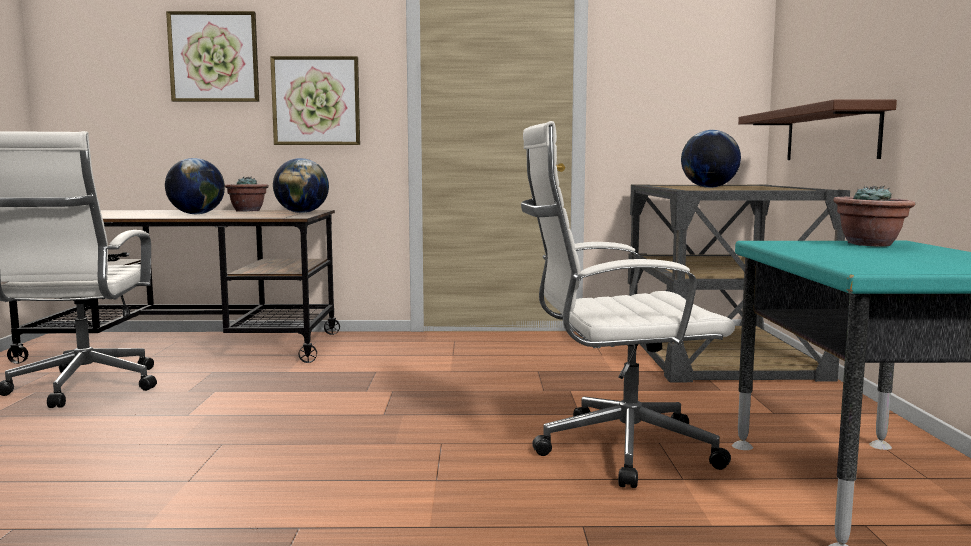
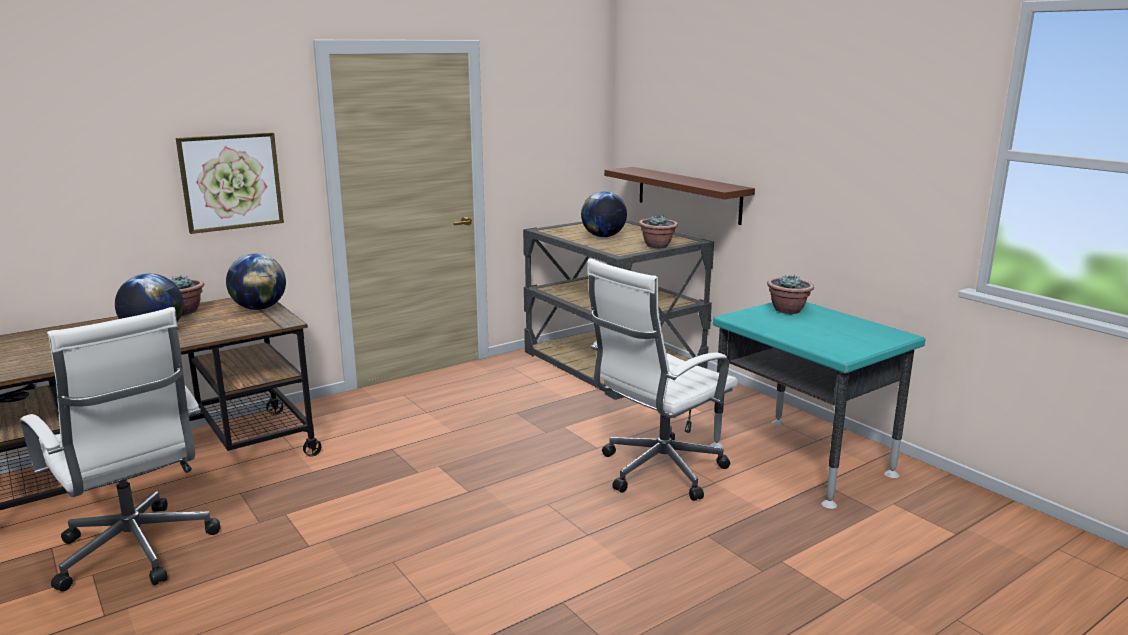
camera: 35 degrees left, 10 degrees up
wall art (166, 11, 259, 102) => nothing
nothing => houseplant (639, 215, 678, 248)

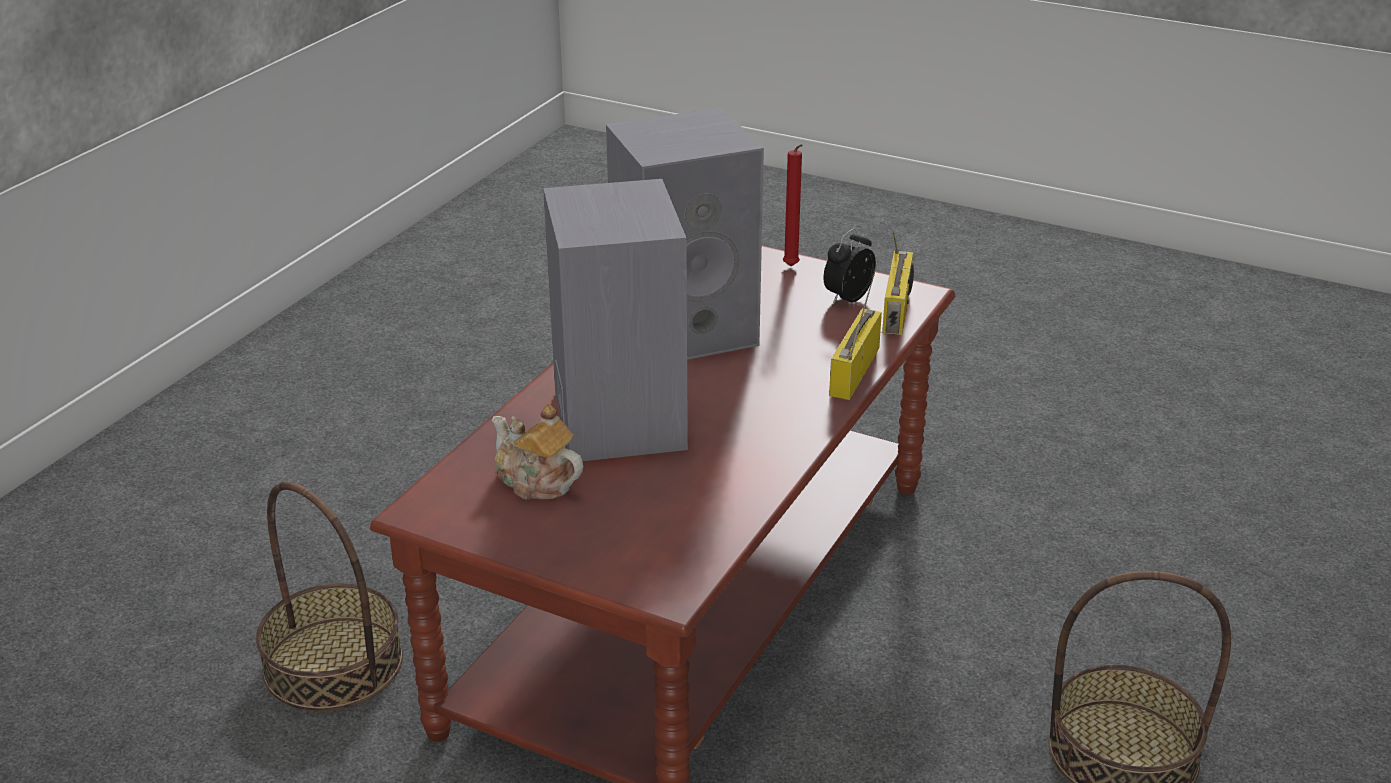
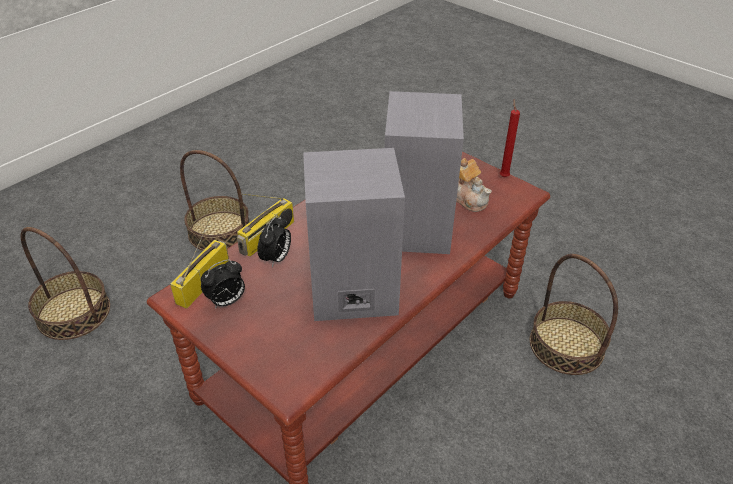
camera: 165 degrees left, 10 degrees up
wax candle (red) (783, 144, 802, 266) => wax candle (red) (500, 99, 520, 177), shifted
nothing => bedside clock (257, 215, 291, 268)
nothing => storage basket (21, 227, 110, 340)

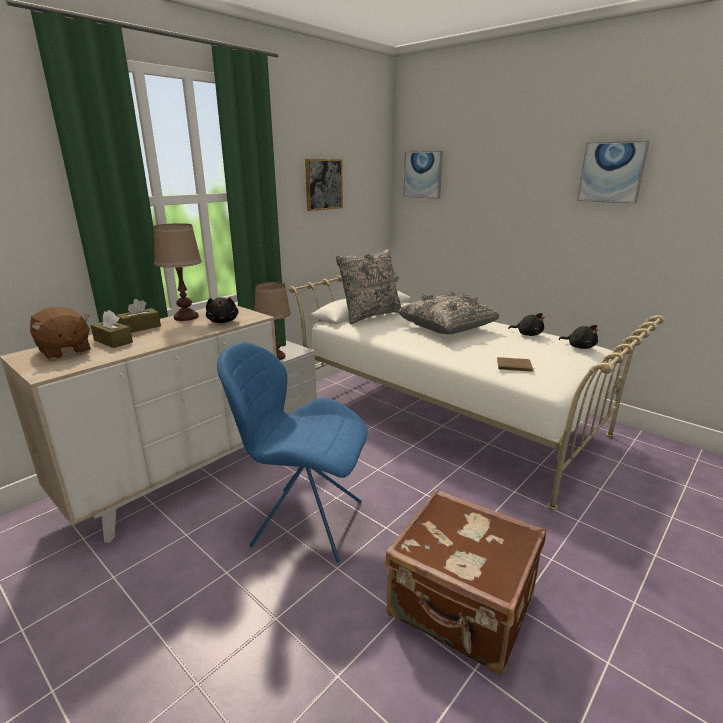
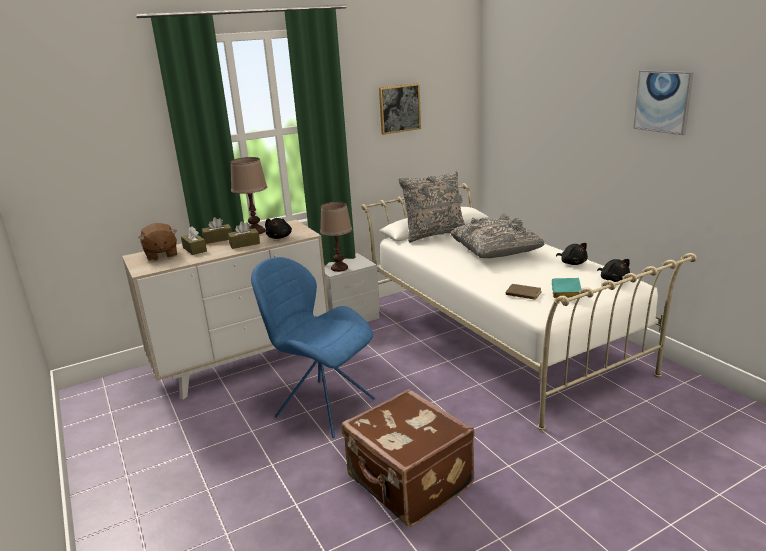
camera: 20 degrees right, 0 degrees up
wall art (404, 151, 443, 199) => nothing
nothing => tissue holder (brownish) (228, 221, 260, 249)
nothing => volume (turquoise) (552, 278, 582, 298)

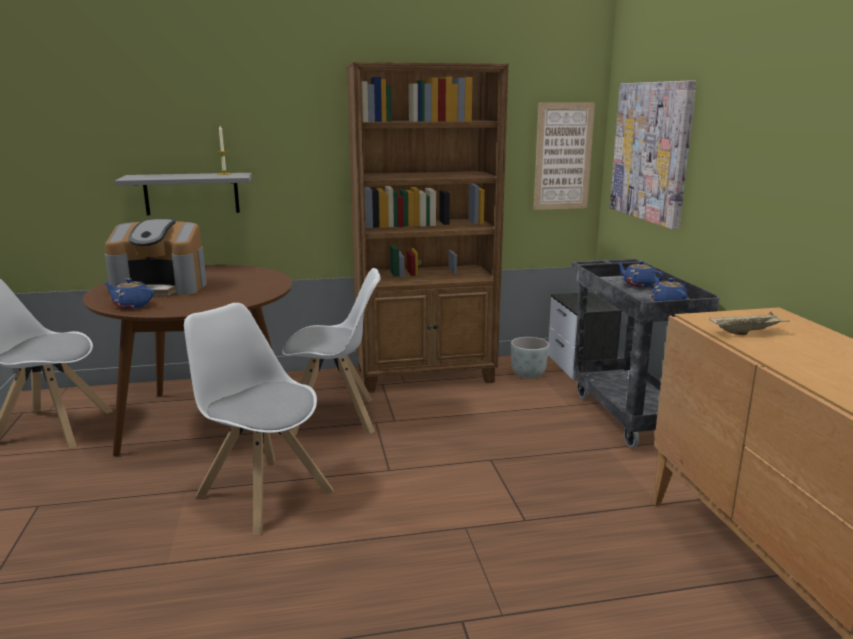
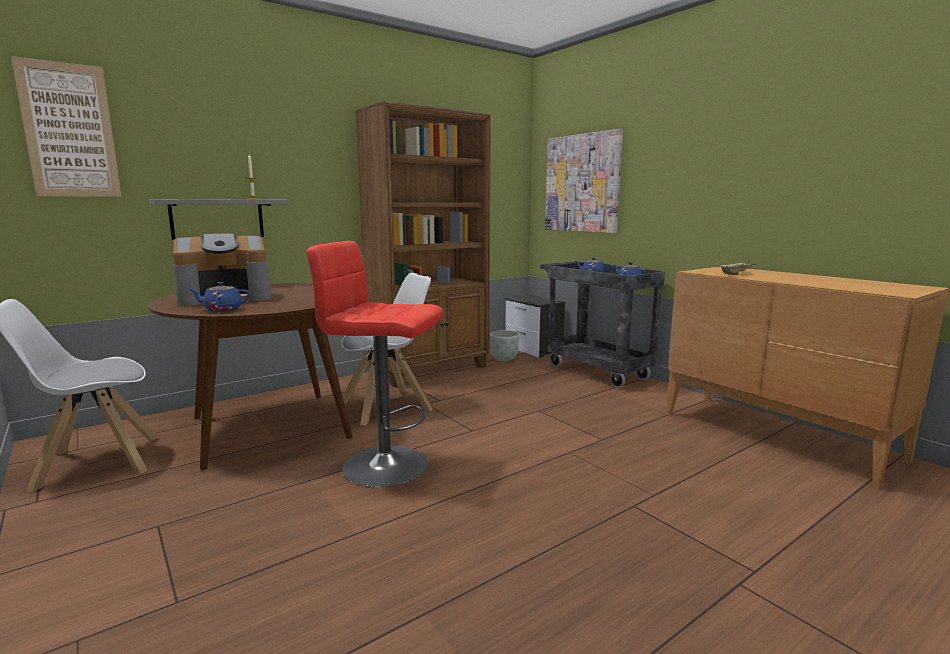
camera: 25 degrees left, 5 degrees down
wall art (534, 102, 595, 210) => wall art (11, 56, 122, 197), shifted
chair (184, 303, 334, 535) => stool (red) (306, 241, 443, 487)

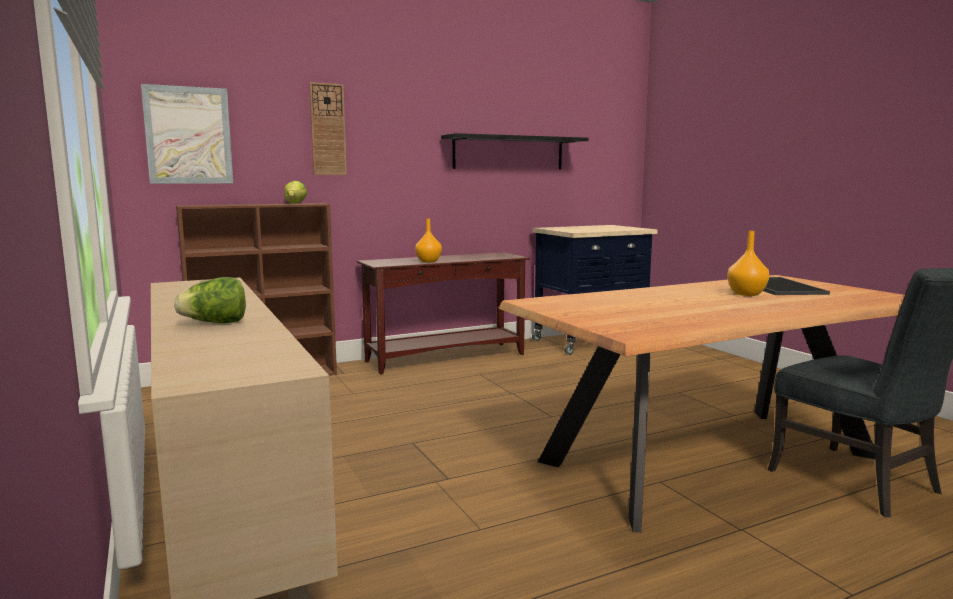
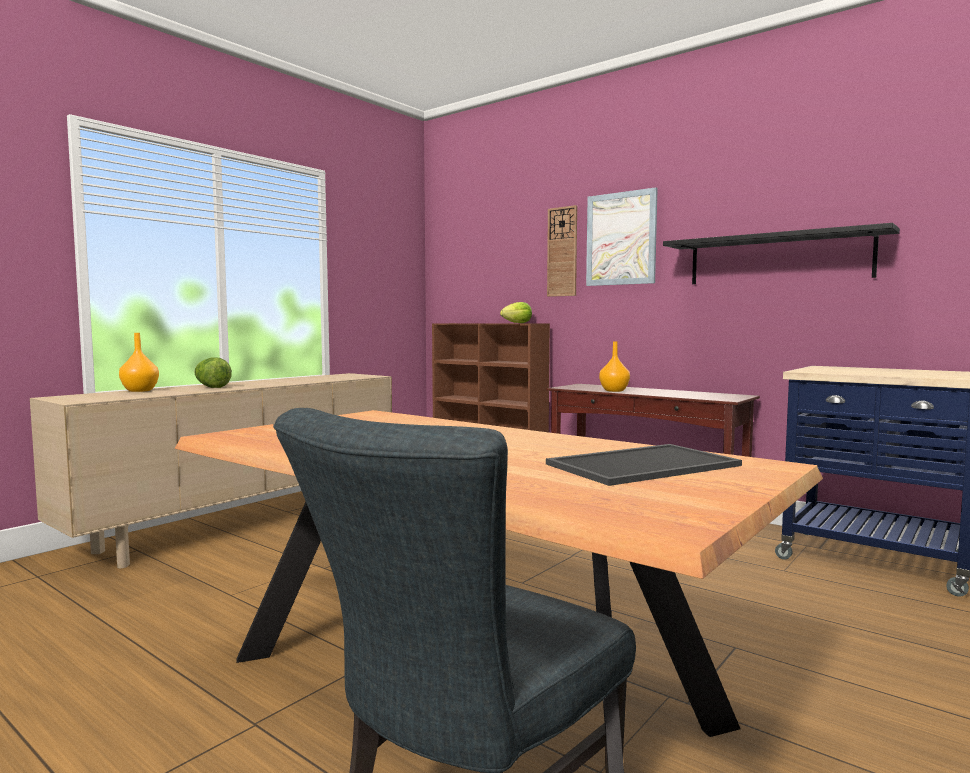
camera: 65 degrees right, 5 degrees down
wall art (141, 84, 233, 184) => wall art (586, 187, 658, 286), shifted
flower vase (orange-coloured) (727, 231, 769, 296) => flower vase (orange-coloured) (119, 333, 159, 392), shifted

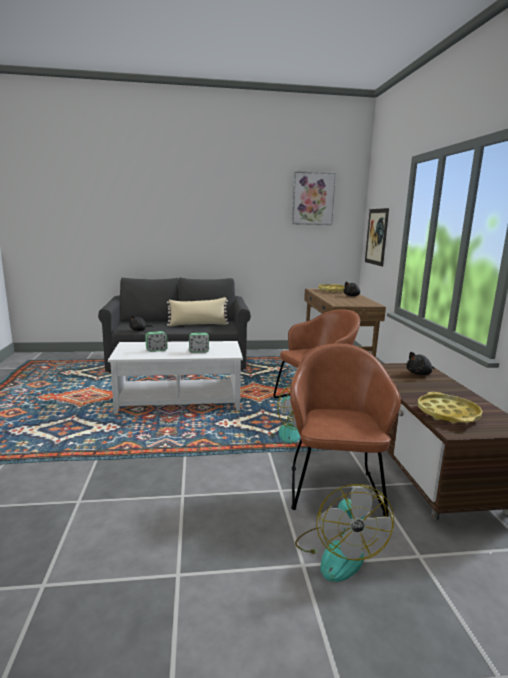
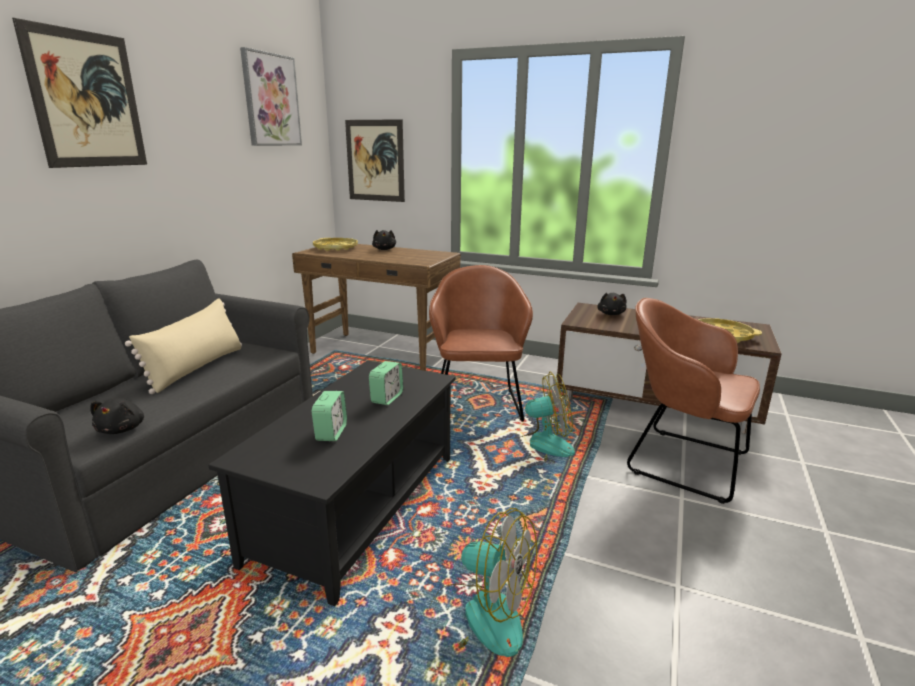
camera: 60 degrees left, 5 degrees up
coffee table (whitish) (108, 341, 243, 414) => coffee table (black) (208, 361, 455, 606)
cooling fan (295, 484, 394, 582) => cooling fan (428, 508, 537, 657), shifted
nothing => wall art (12, 18, 147, 168)

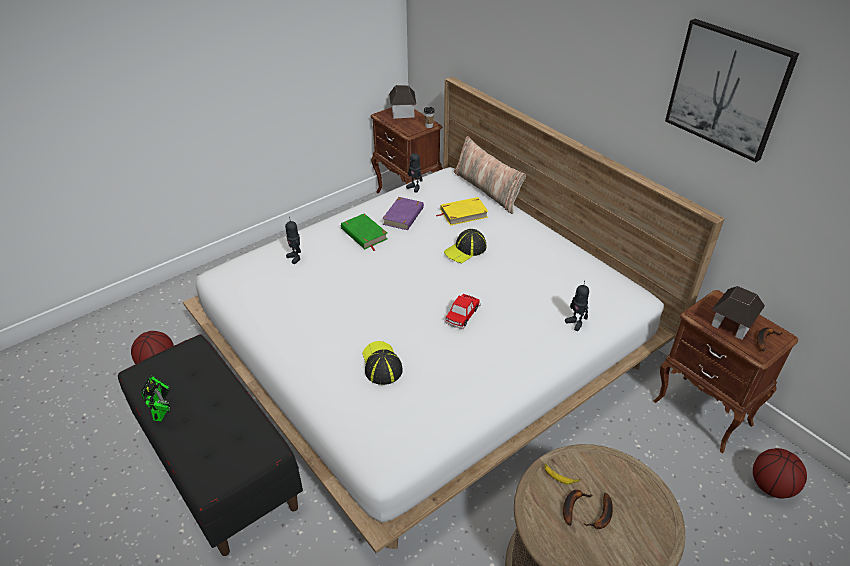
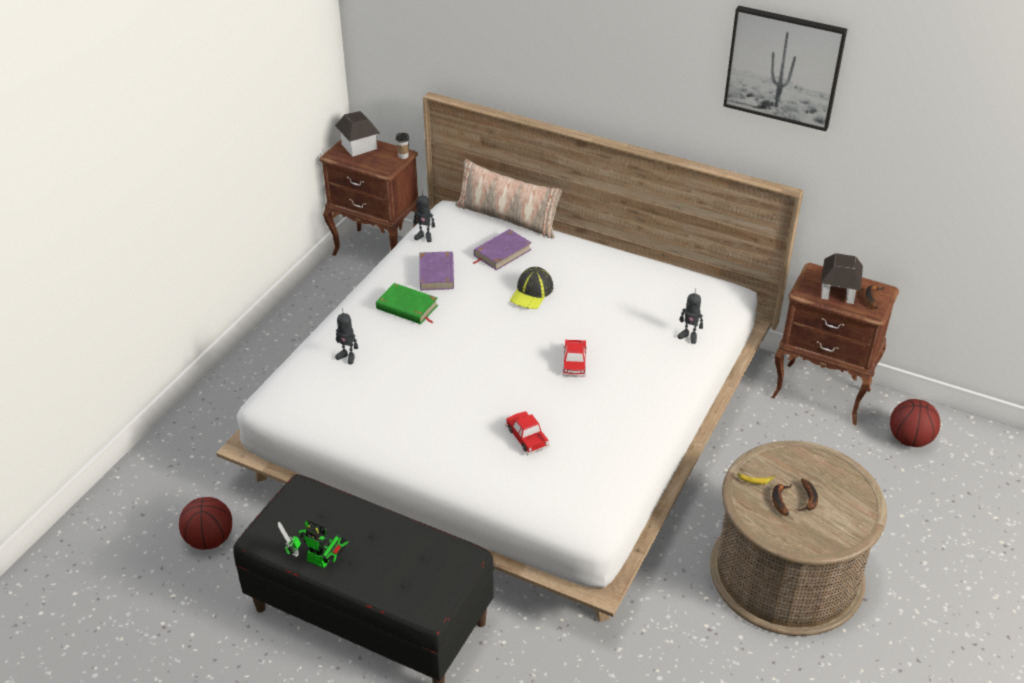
camera: 25 degrees left, 0 degrees up
volume (yellowish) (436, 197, 488, 226) => volume (purple) (473, 229, 532, 270)
peaked cap (362, 341, 403, 385) => miniature car (505, 411, 550, 455)
robot figure (141, 375, 171, 421) => robot figure (278, 520, 349, 568), 135 degrees clockwise

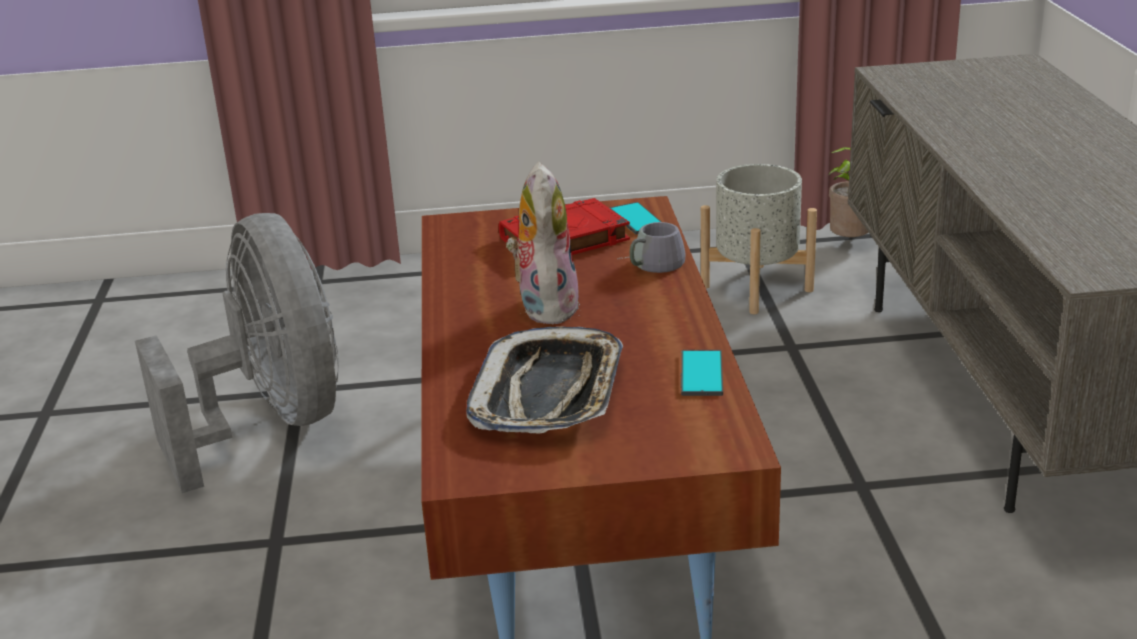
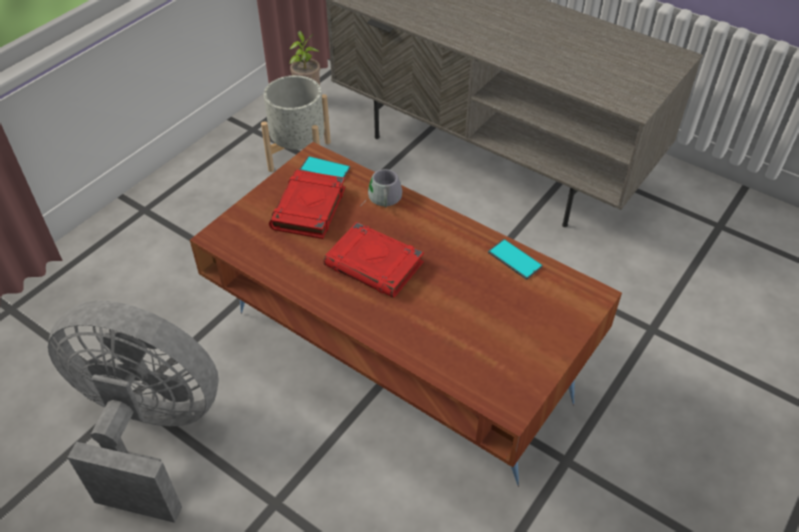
camera: 50 degrees left, 20 degrees up
soft toy (506, 162, 580, 324) => volume (red) (324, 222, 424, 298)
carrying tray (466, 326, 623, 434) => nothing

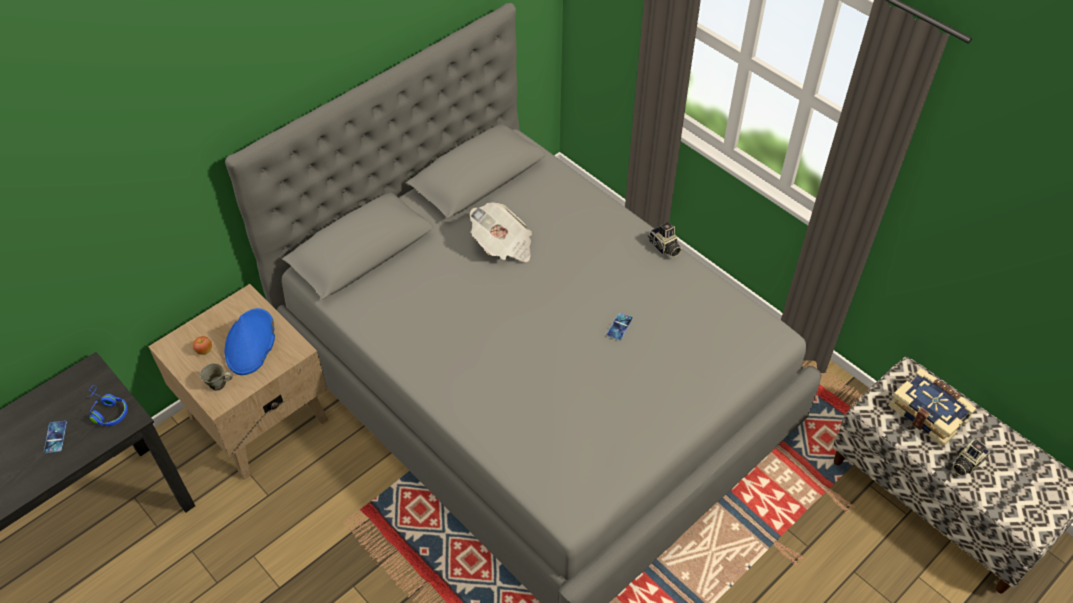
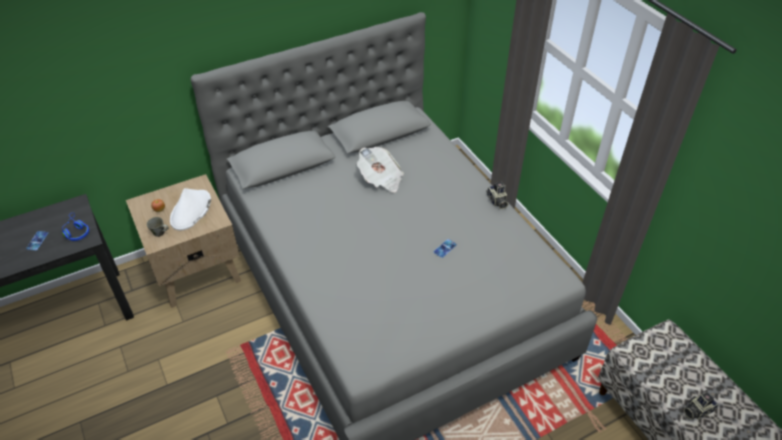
camera: 15 degrees right, 5 degrees down
clothing hat (bluish) (225, 308, 275, 375) => clothing hat (whitish) (170, 188, 211, 230)
volume (888, 368, 976, 447) => nothing

